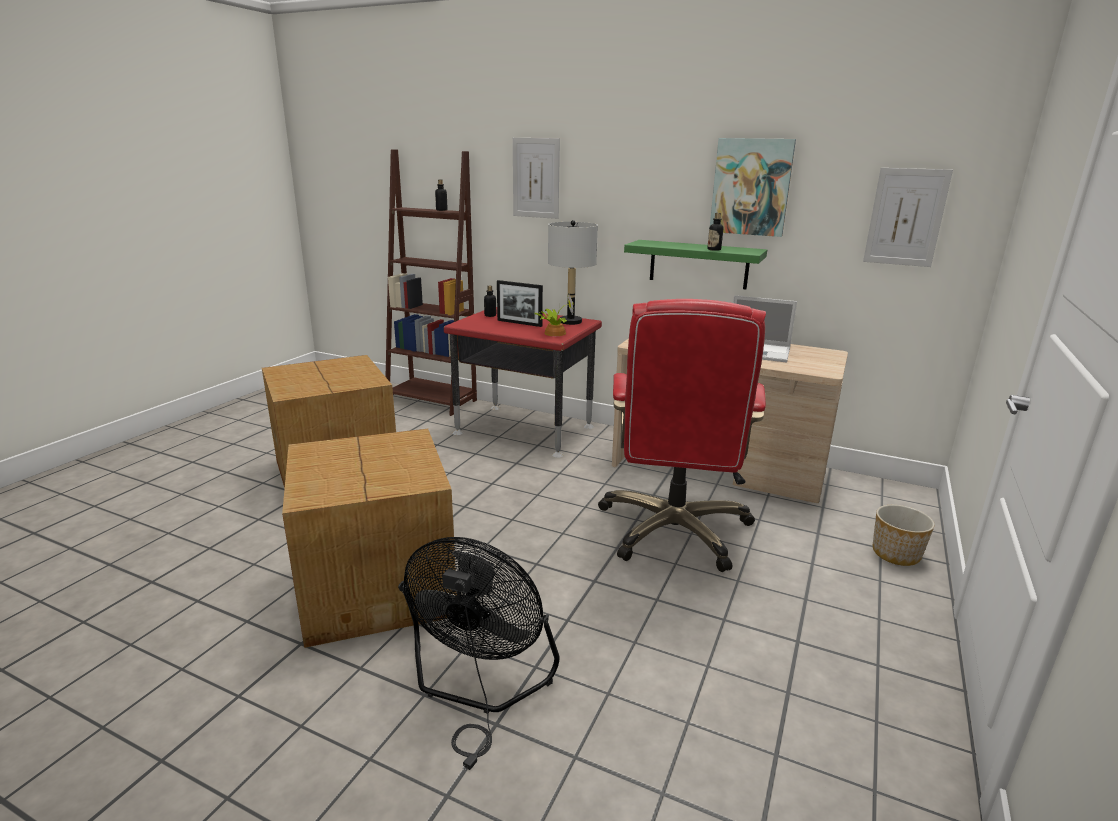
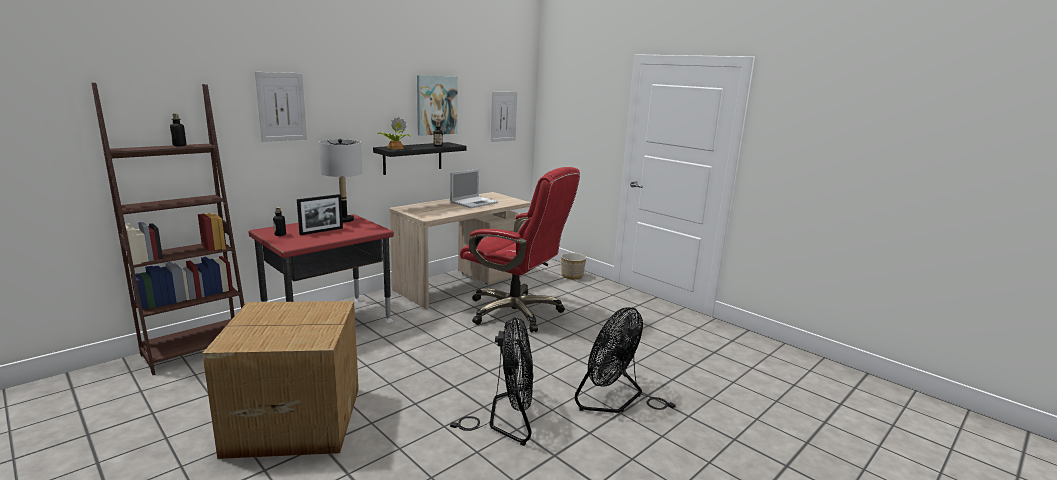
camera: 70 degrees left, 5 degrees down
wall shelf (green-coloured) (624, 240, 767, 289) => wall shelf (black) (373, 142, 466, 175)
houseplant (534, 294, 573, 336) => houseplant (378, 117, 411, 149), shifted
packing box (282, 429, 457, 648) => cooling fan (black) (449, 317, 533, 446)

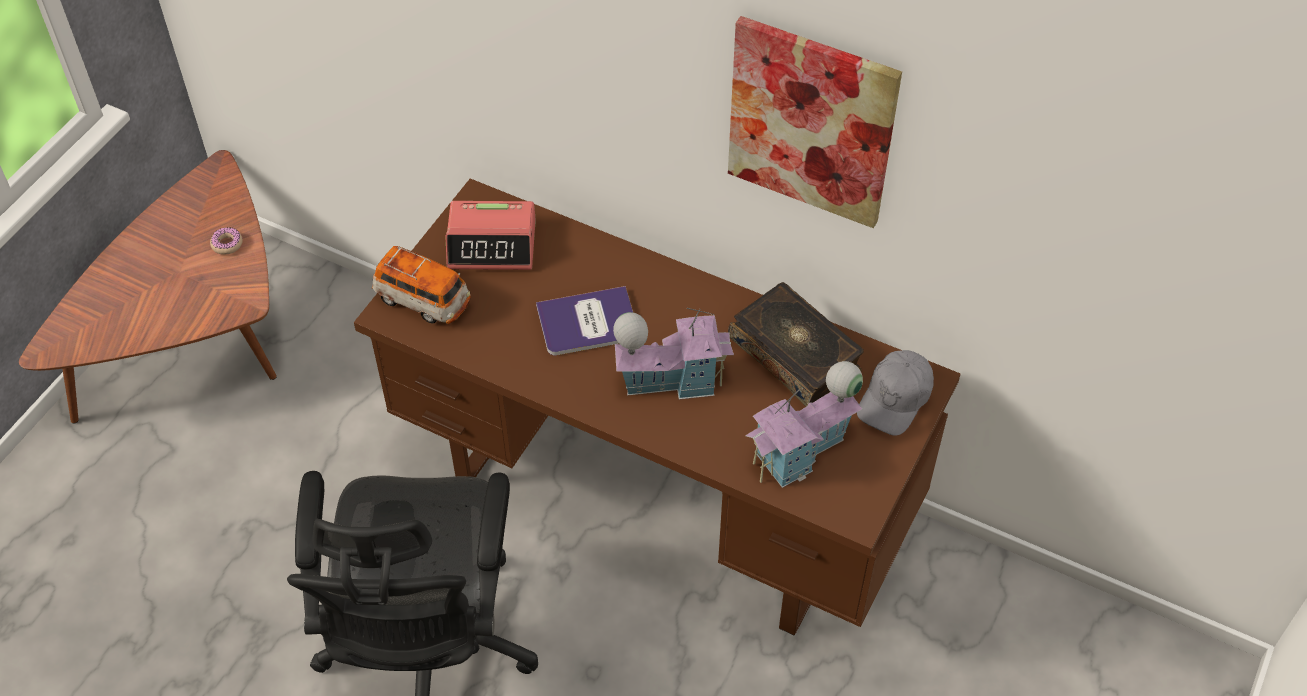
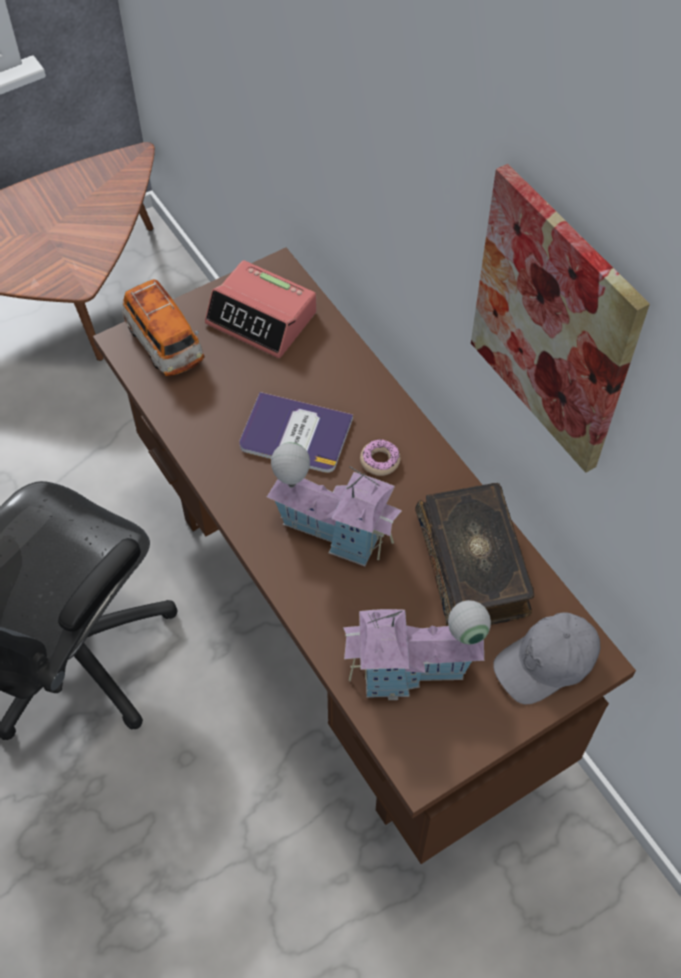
camera: 30 degrees right, 5 degrees up
doughnut (210, 228, 243, 254) => doughnut (360, 439, 400, 476), shifted

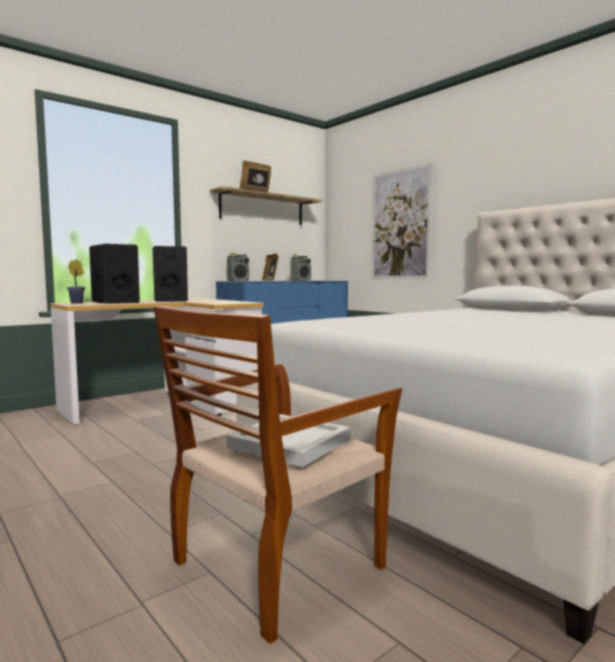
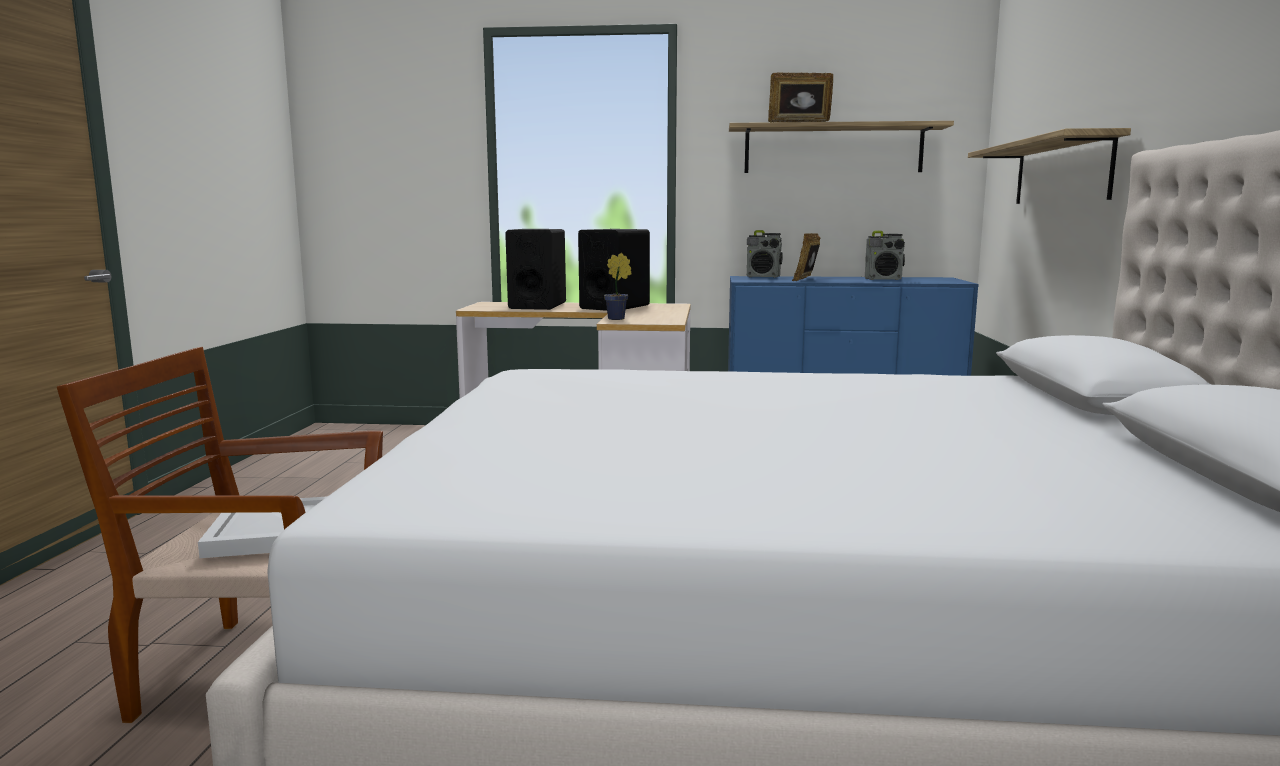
camera: 45 degrees right, 5 degrees up
wall art (371, 163, 433, 279) => wall shelf (968, 128, 1131, 204)
houseplant (67, 259, 85, 304) => houseplant (604, 253, 631, 320), shifted

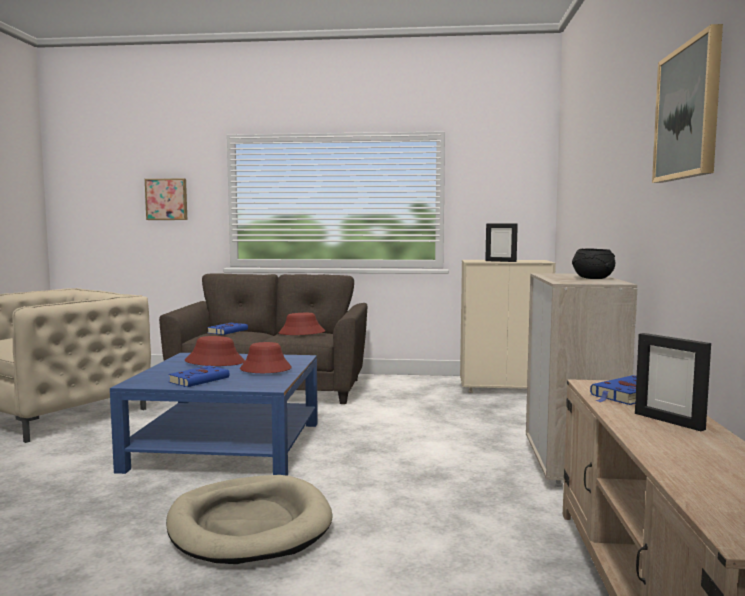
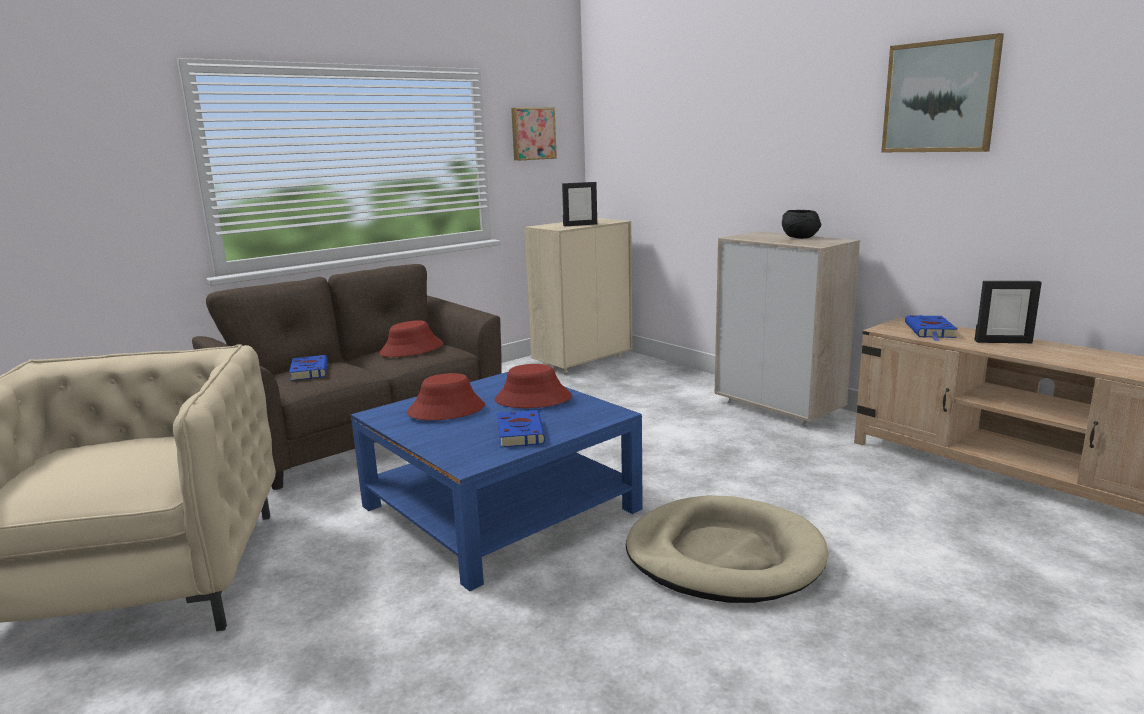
camera: 45 degrees left, 10 degrees up
wall art (145, 178, 187, 220) => wall art (511, 108, 557, 161), shifted

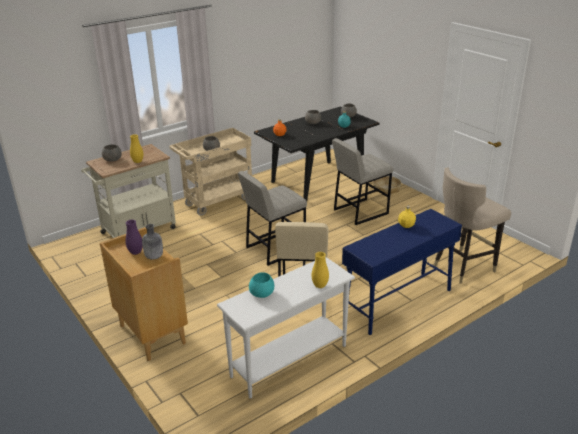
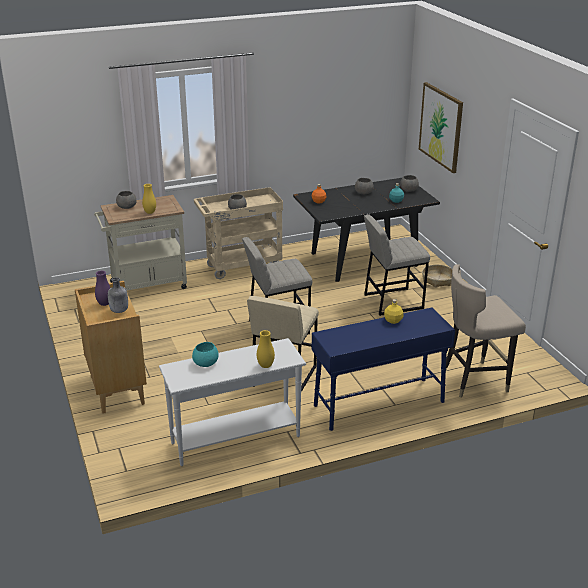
camera: 15 degrees right, 0 degrees up
nothing => wall art (419, 82, 463, 173)

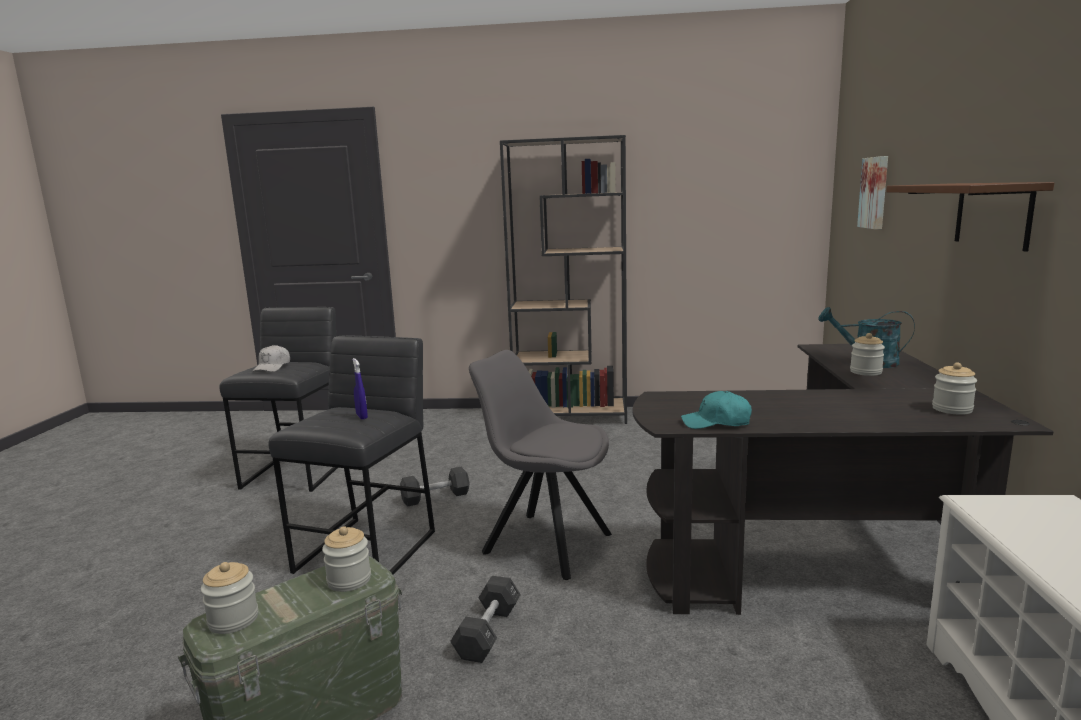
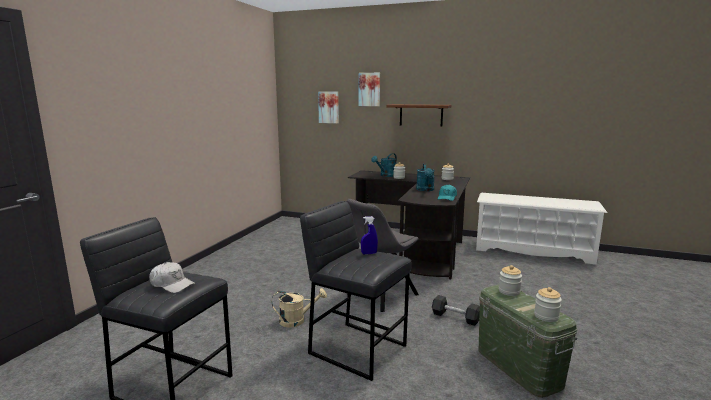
camera: 75 degrees left, 0 degrees up
bookcase (500, 135, 627, 424) => nothing
dumbbell (black) (400, 467, 470, 506) => sprinkling can (beige-coloured) (272, 288, 327, 328)
nothing => wall art (359, 73, 380, 106)
nothing => sprinkling can (turquoise) (416, 163, 434, 191)

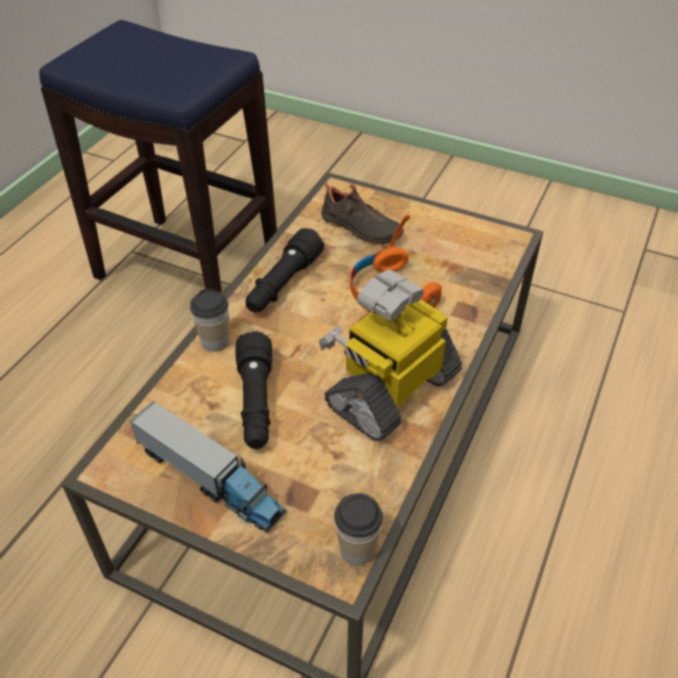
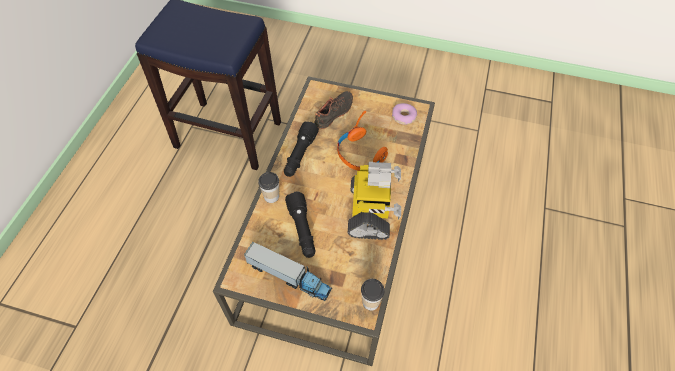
camera: 10 degrees left, 10 degrees up
low shoe (black) (321, 183, 404, 245) => low shoe (black) (314, 91, 353, 129), 75 degrees counterclockwise
robot figure (319, 269, 462, 441) => robot figure (348, 162, 401, 240), 150 degrees clockwise
nothing => doughnut (392, 103, 417, 125)

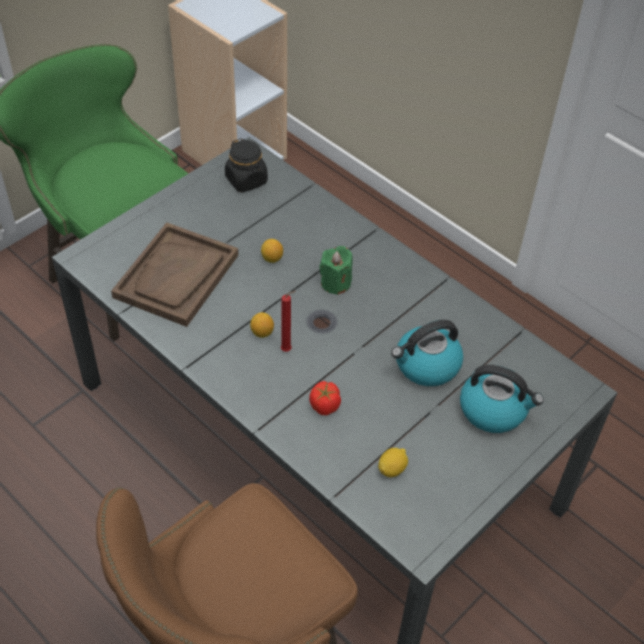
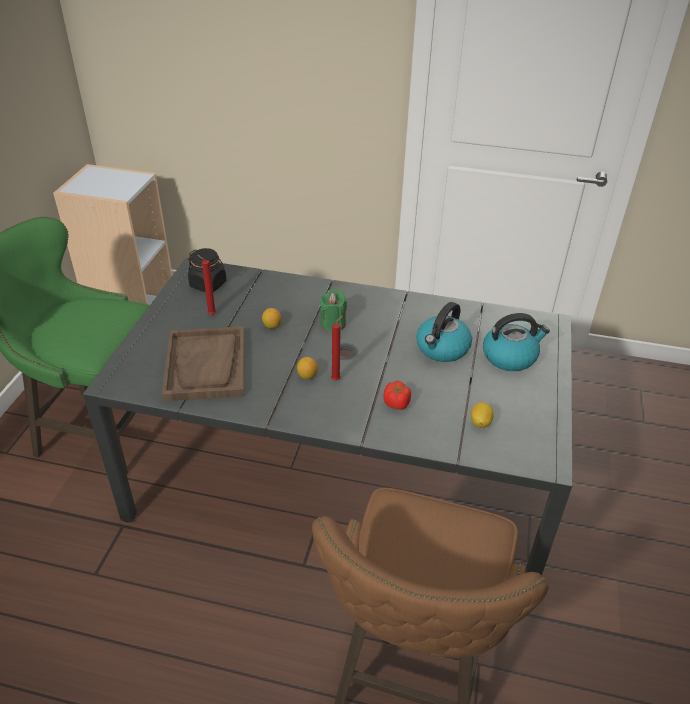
camera: 30 degrees left, 10 degrees down
nothing => wax candle (red) (198, 255, 216, 315)

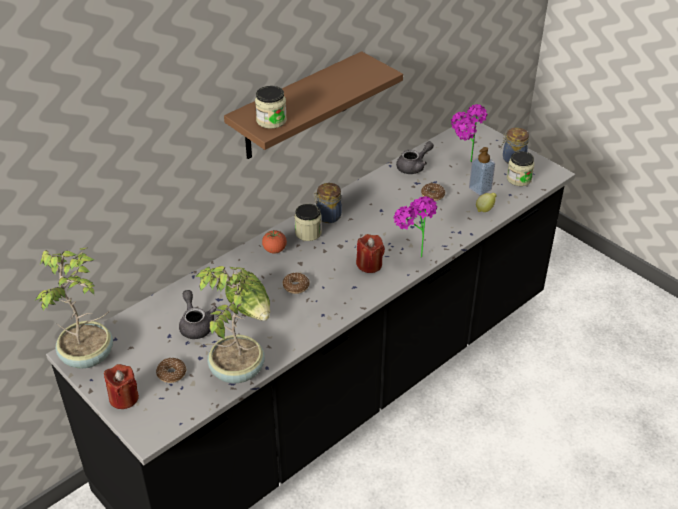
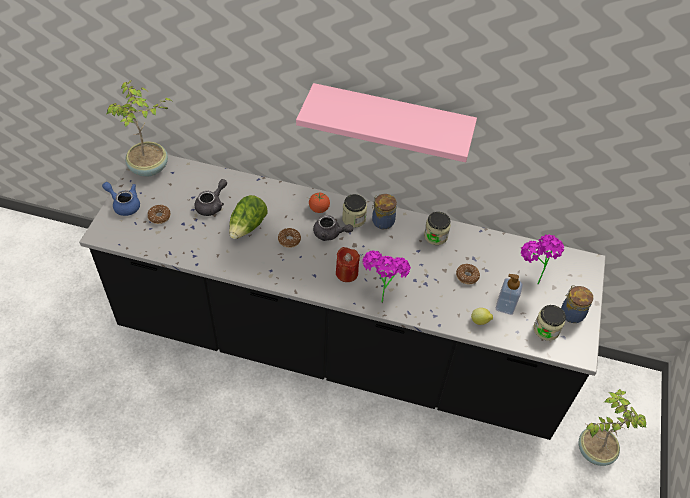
camera: 55 degrees right, 10 degrees up
wall shelf (brownish) (224, 51, 403, 159) => wall shelf (pinkish) (296, 83, 477, 162)
storage jar (255, 86, 287, 129) => storage jar (424, 212, 451, 245), shifted
pot for tea (gray) (396, 141, 434, 174) => pot for tea (gray) (313, 215, 353, 241), shifted
houseplant (195, 266, 265, 383) => houseplant (578, 389, 646, 466), shifted
wax candle (red) (104, 364, 139, 409) => pot for tea (bluish) (102, 182, 140, 216)

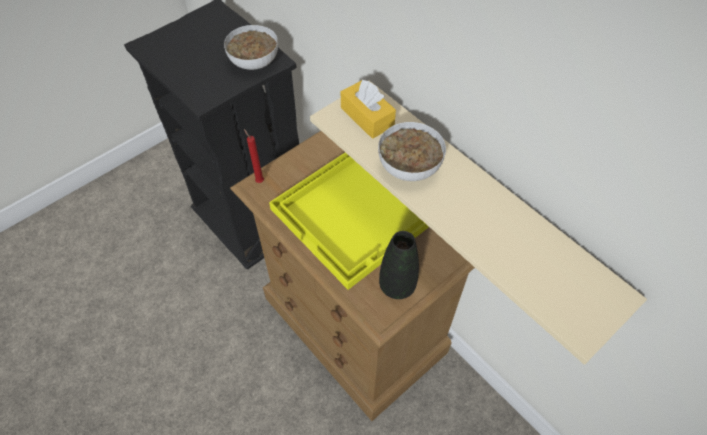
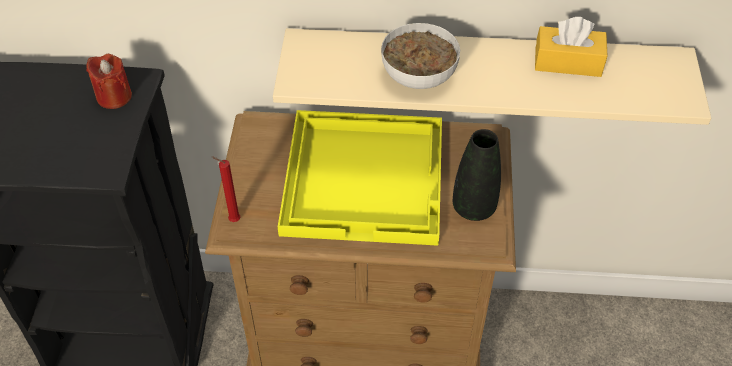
camera: 45 degrees left, 5 degrees down
deep dish (224, 25, 278, 70) => wax candle (red) (87, 54, 132, 109)
tissue holder (yellowish) (341, 80, 396, 139) => tissue holder (yellowish) (535, 17, 608, 77), shifted

